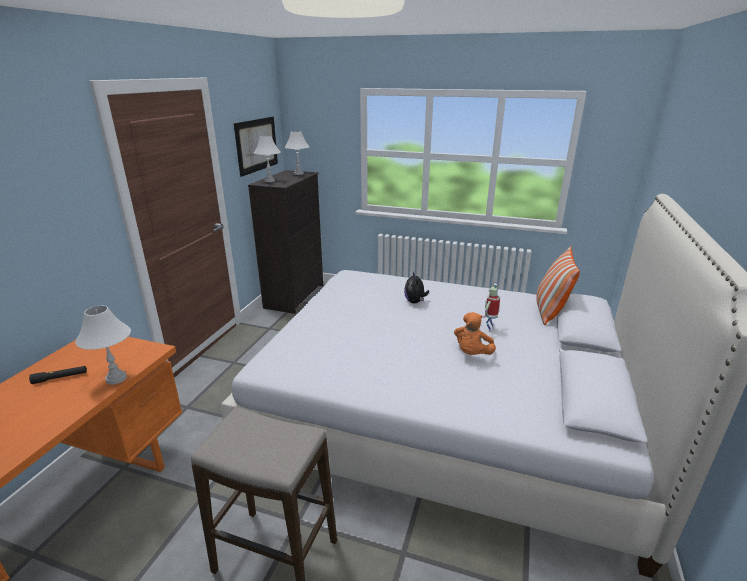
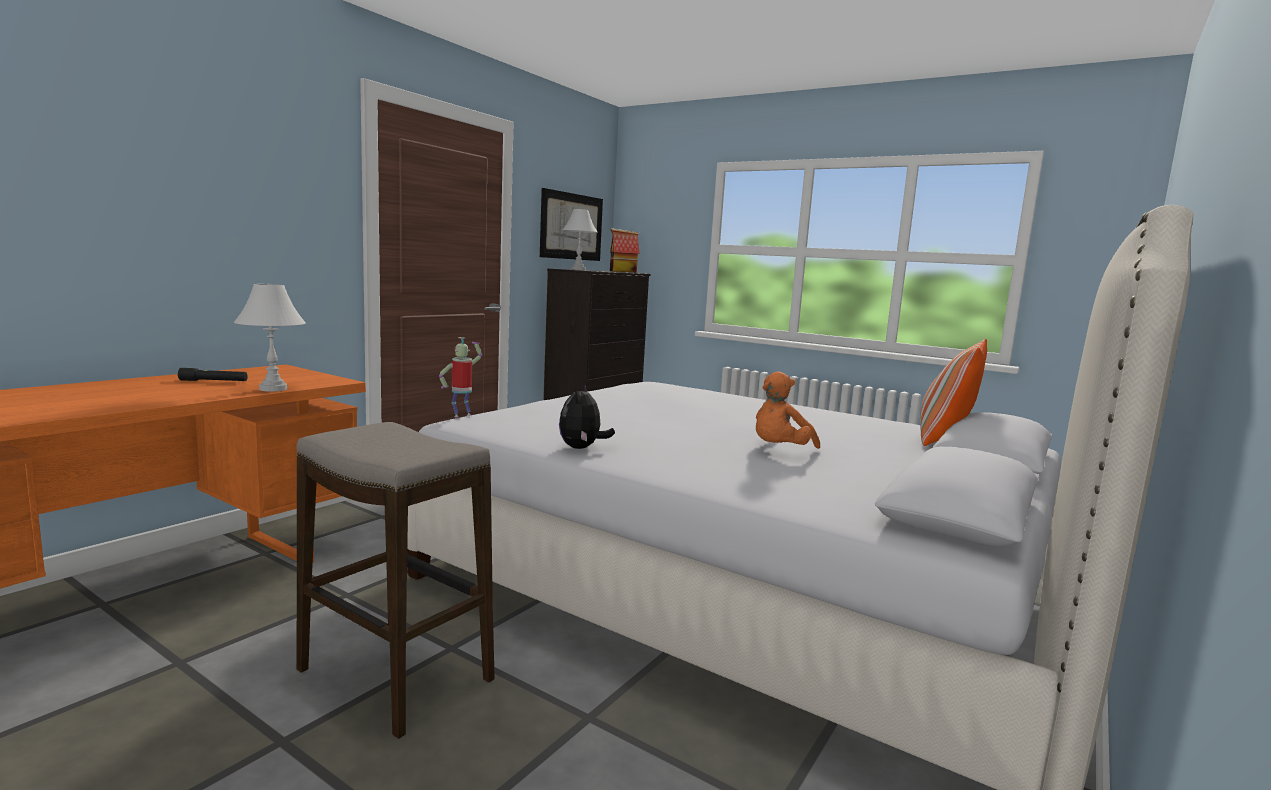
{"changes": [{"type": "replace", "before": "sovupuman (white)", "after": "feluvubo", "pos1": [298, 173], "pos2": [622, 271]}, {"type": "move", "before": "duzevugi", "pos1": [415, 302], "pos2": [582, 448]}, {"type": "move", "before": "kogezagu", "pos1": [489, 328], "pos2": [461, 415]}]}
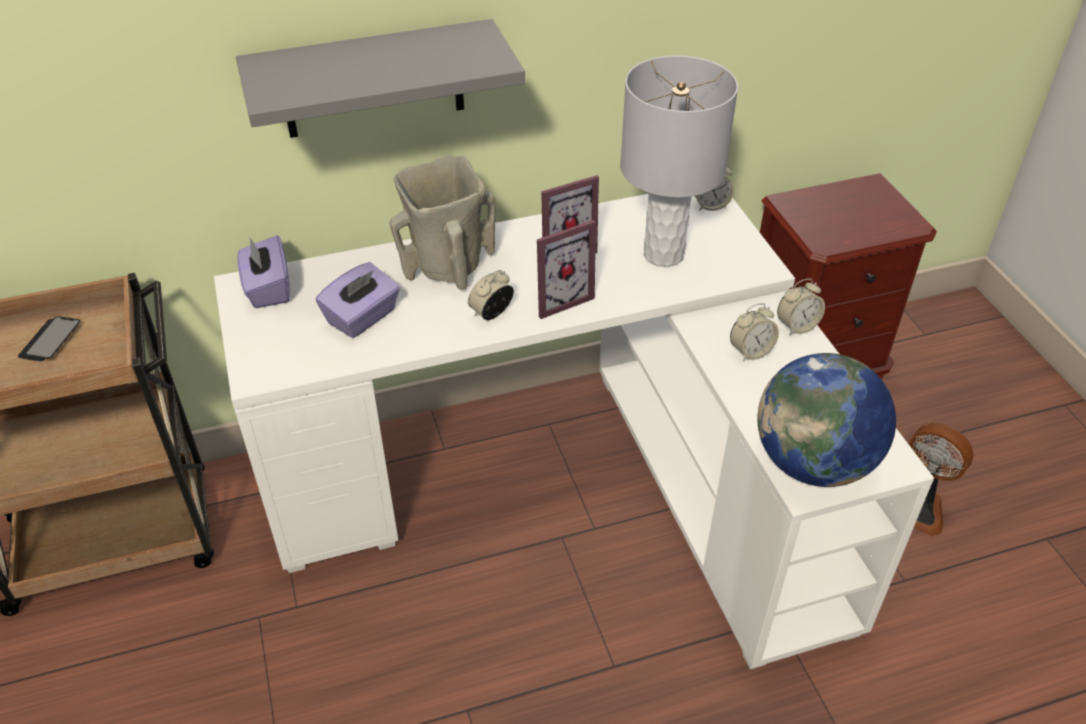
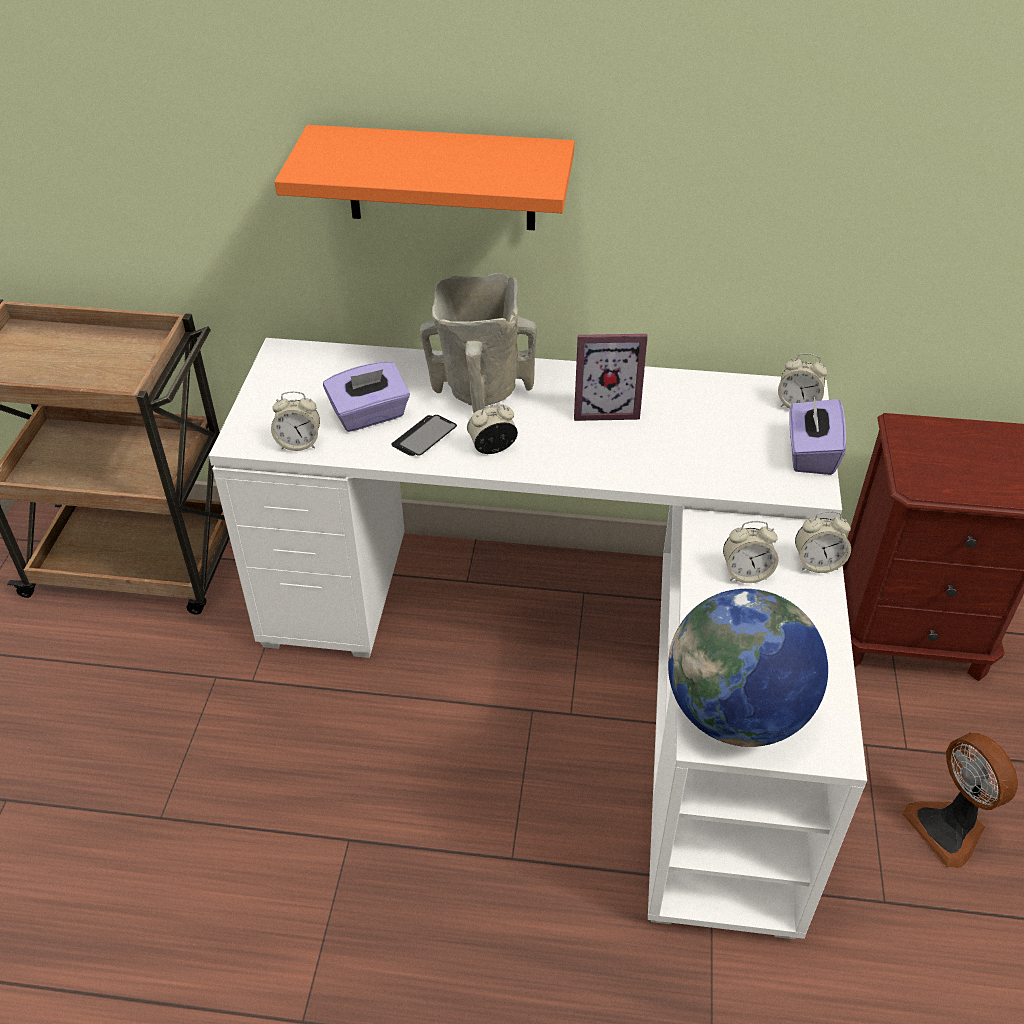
{"changes": [{"type": "recolor", "before": "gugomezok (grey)", "after": "gugomezok (orange)", "pos1": [373, 80], "pos2": [441, 178]}, {"type": "delete", "before": "sovupuman (grey)", "pos1": [663, 254]}, {"type": "delete", "before": "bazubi", "pos1": [558, 298]}, {"type": "move", "before": "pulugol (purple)", "pos1": [268, 289], "pos2": [810, 453]}, {"type": "move", "before": "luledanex", "pos1": [50, 340], "pos2": [424, 437]}, {"type": "insert", "after": "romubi", "pos2": [299, 443]}]}
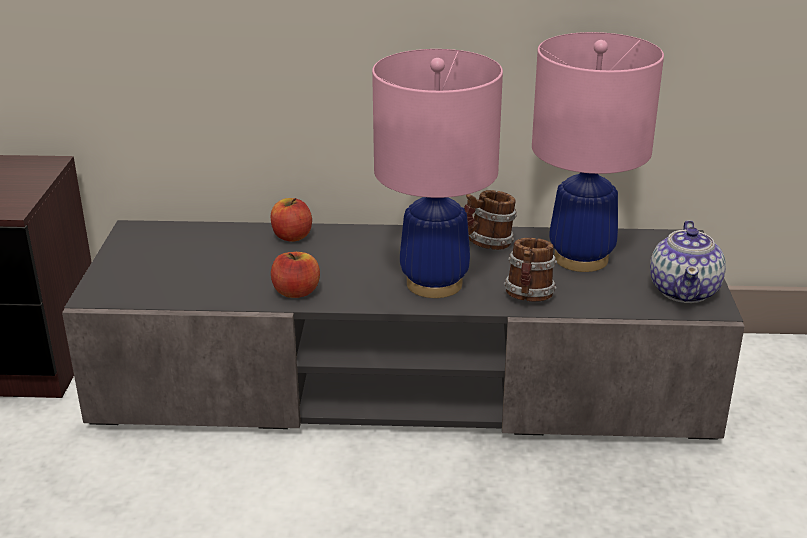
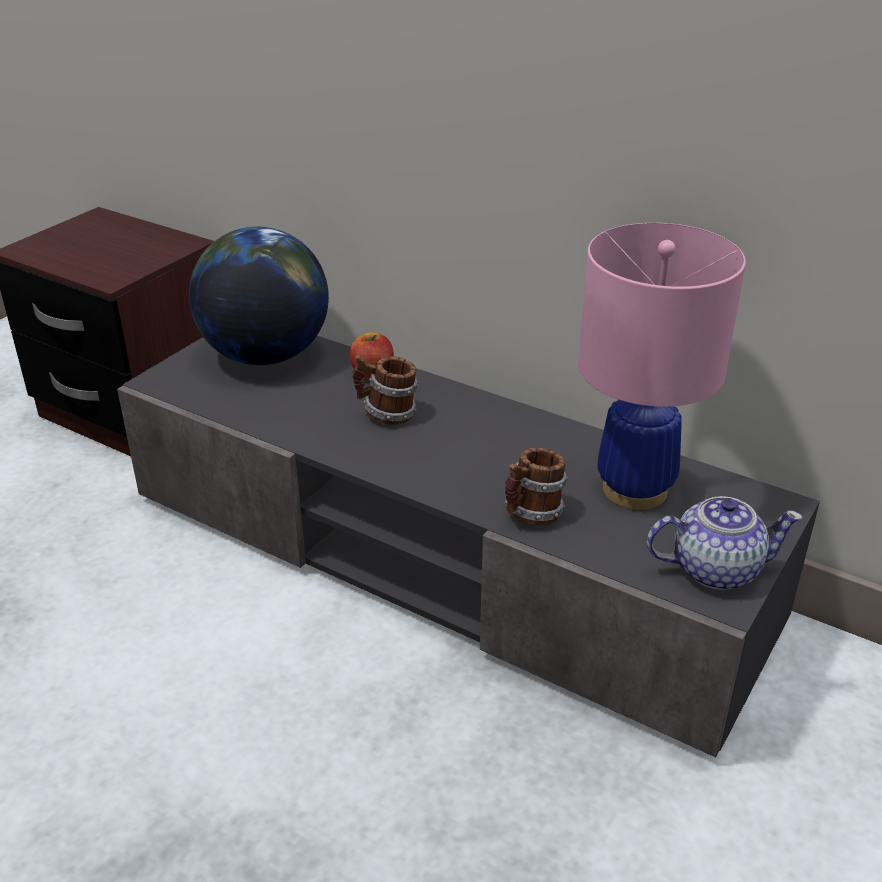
{"changes": [{"type": "delete", "before": "sovupuman (pink)", "pos1": [435, 283]}, {"type": "move", "before": "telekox", "pos1": [488, 244], "pos2": [387, 415]}, {"type": "rotate", "before": "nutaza", "pos1": [684, 290], "pos2": [714, 569], "turn": -135}, {"type": "delete", "before": "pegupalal", "pos1": [296, 292]}, {"type": "insert", "after": "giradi", "pos2": [265, 355]}]}
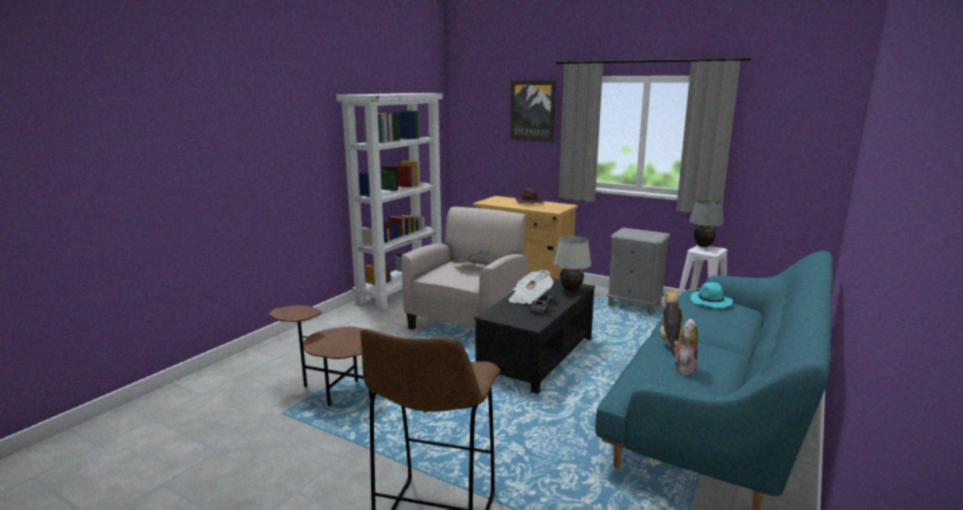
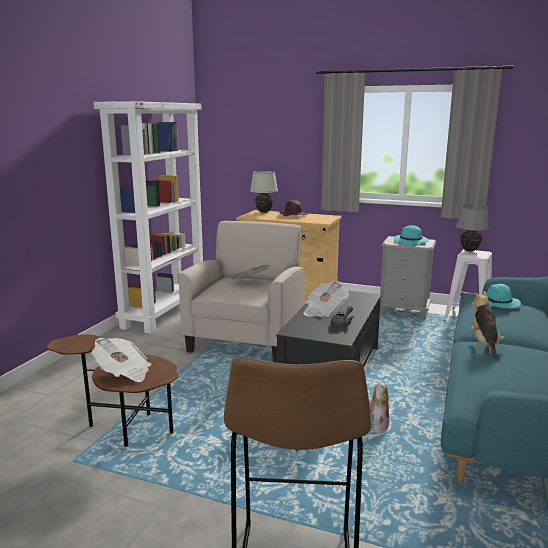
{"changes": [{"type": "delete", "before": "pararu", "pos1": [533, 110]}, {"type": "move", "before": "sovupuman (white)", "pos1": [571, 290], "pos2": [264, 212]}, {"type": "move", "before": "duzevugi", "pos1": [683, 368], "pos2": [377, 425]}, {"type": "insert", "after": "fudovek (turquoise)", "pos2": [411, 241]}, {"type": "insert", "after": "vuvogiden", "pos2": [123, 373]}]}
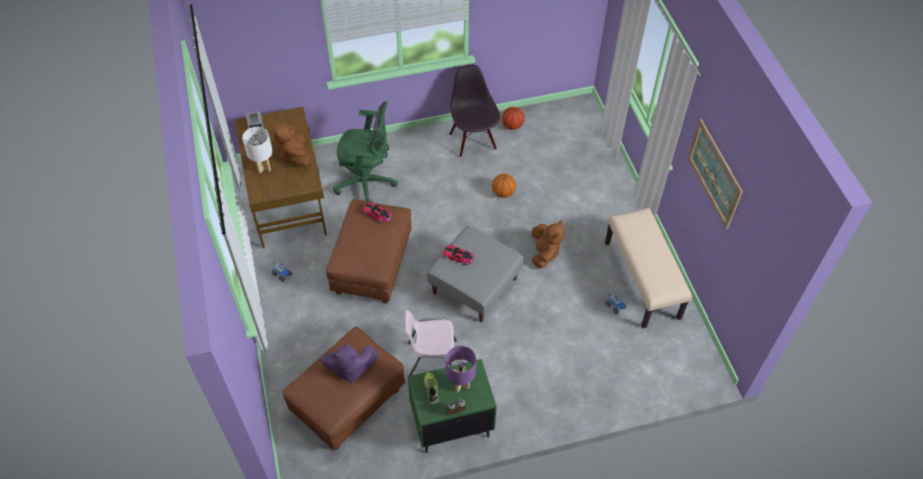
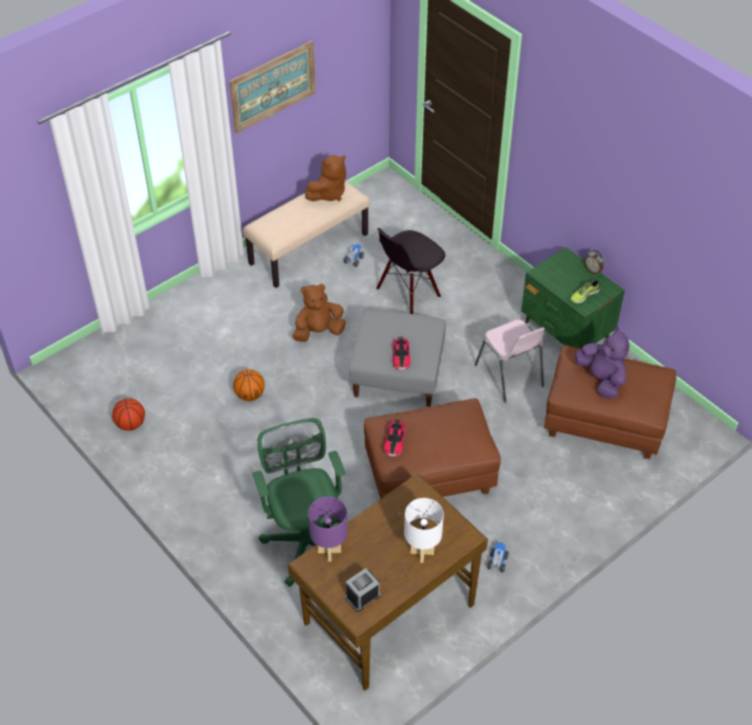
{"changes": [{"type": "move", "before": "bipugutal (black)", "pos1": [473, 141], "pos2": [408, 294]}, {"type": "move", "before": "duzevugi (brown)", "pos1": [295, 155], "pos2": [328, 193]}, {"type": "move", "before": "sovupuman (purple)", "pos1": [461, 385], "pos2": [329, 551]}]}
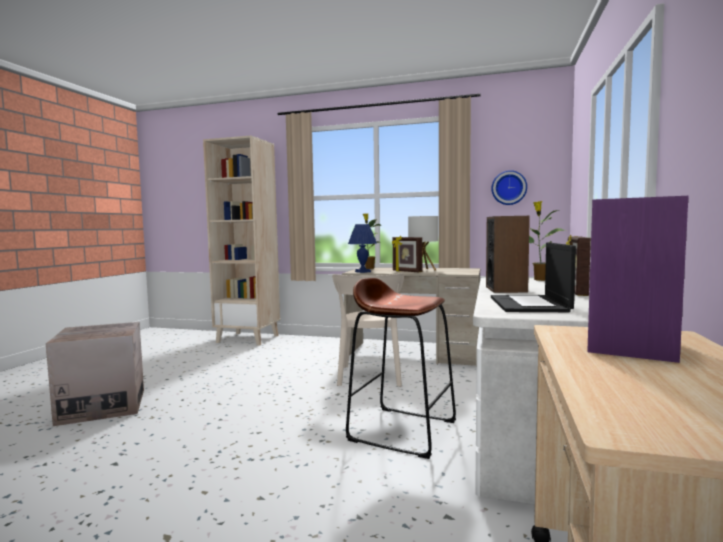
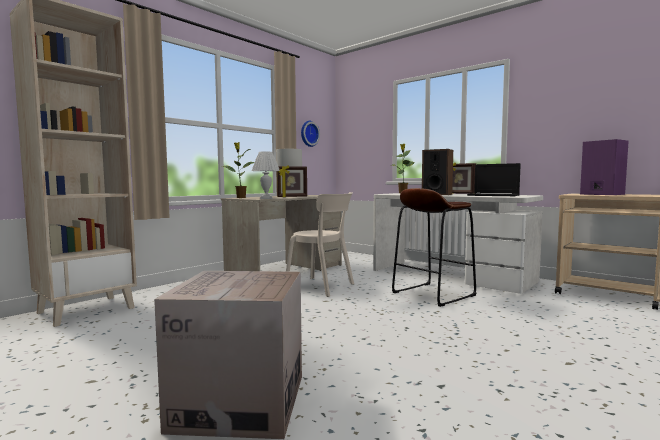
{"changes": [{"type": "recolor", "before": "sovupuman (blue)", "after": "sovupuman (white)", "pos1": [362, 272], "pos2": [266, 198]}]}
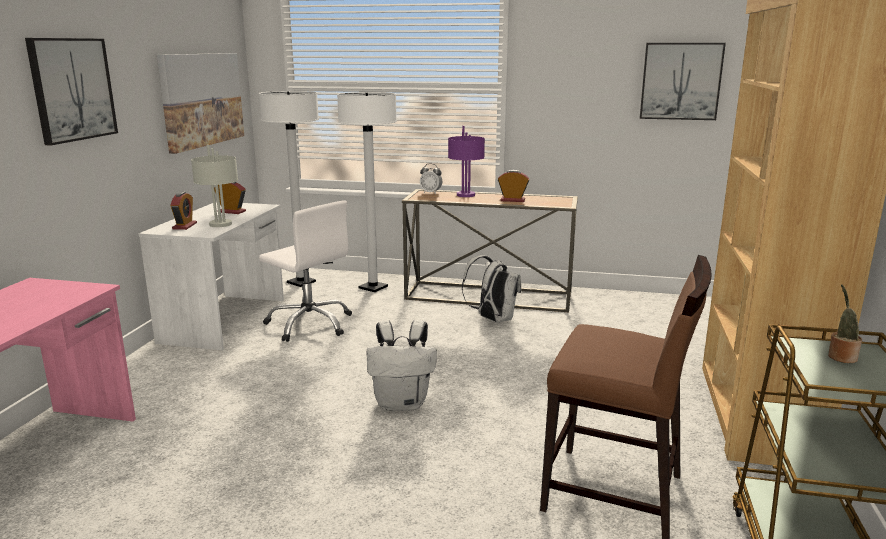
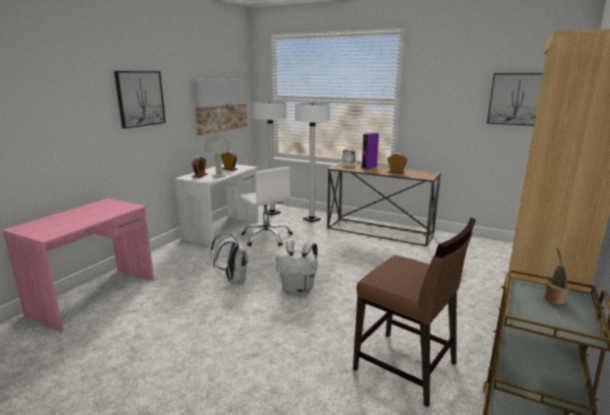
{"changes": [{"type": "replace", "before": "sovupuman (purple)", "after": "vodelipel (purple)", "pos1": [466, 195], "pos2": [369, 167]}, {"type": "move", "before": "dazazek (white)", "pos1": [492, 319], "pos2": [234, 280]}]}
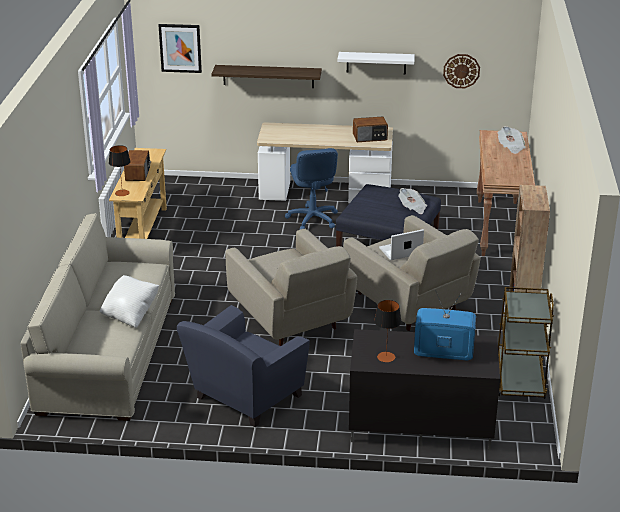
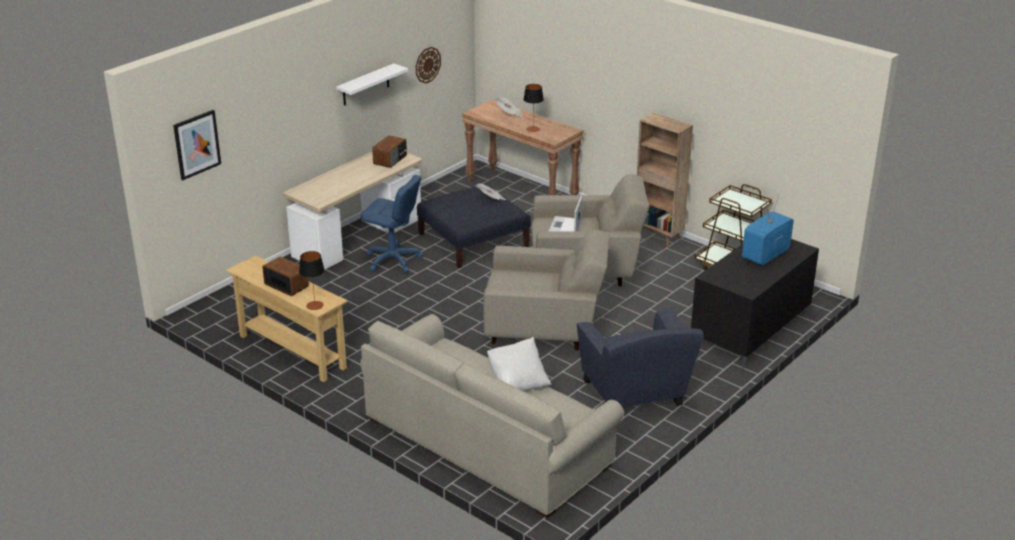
{"changes": [{"type": "delete", "before": "gugomezok", "pos1": [268, 76]}, {"type": "move", "before": "sovupuman", "pos1": [386, 357], "pos2": [533, 129]}]}
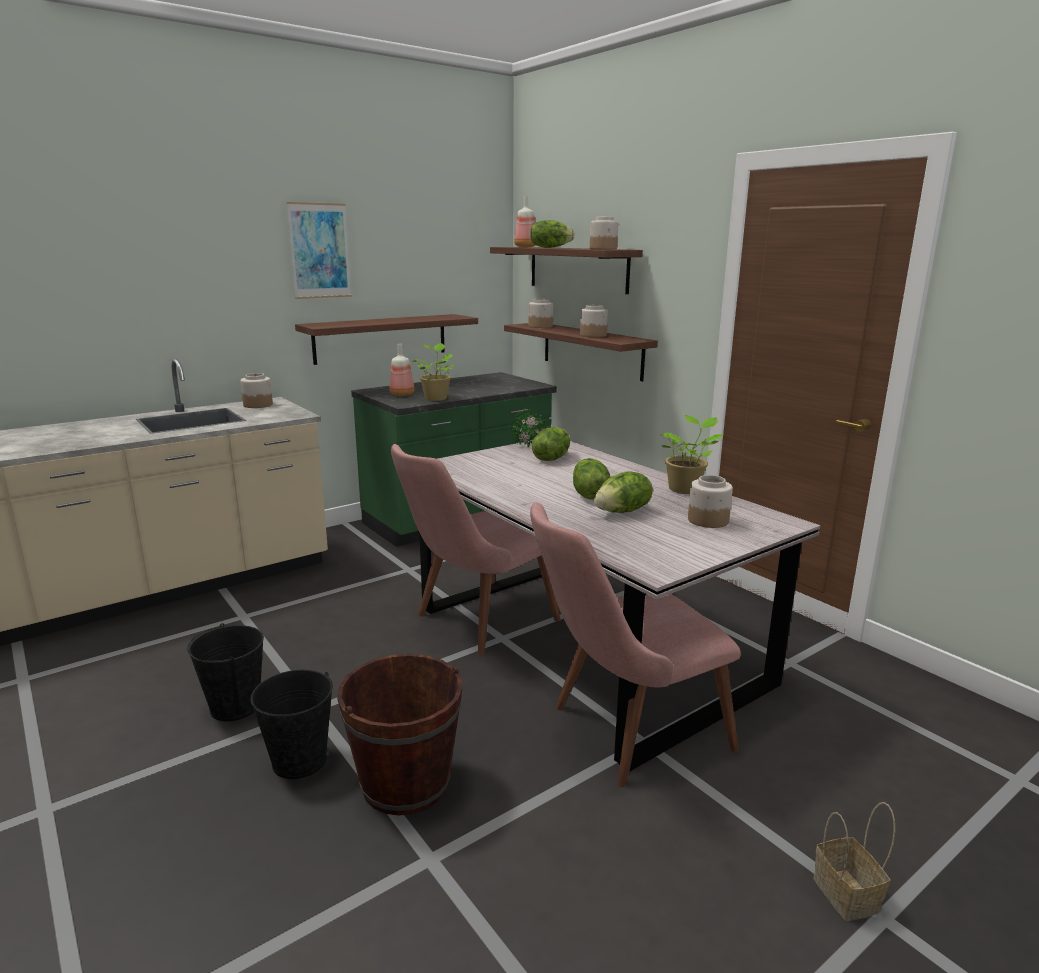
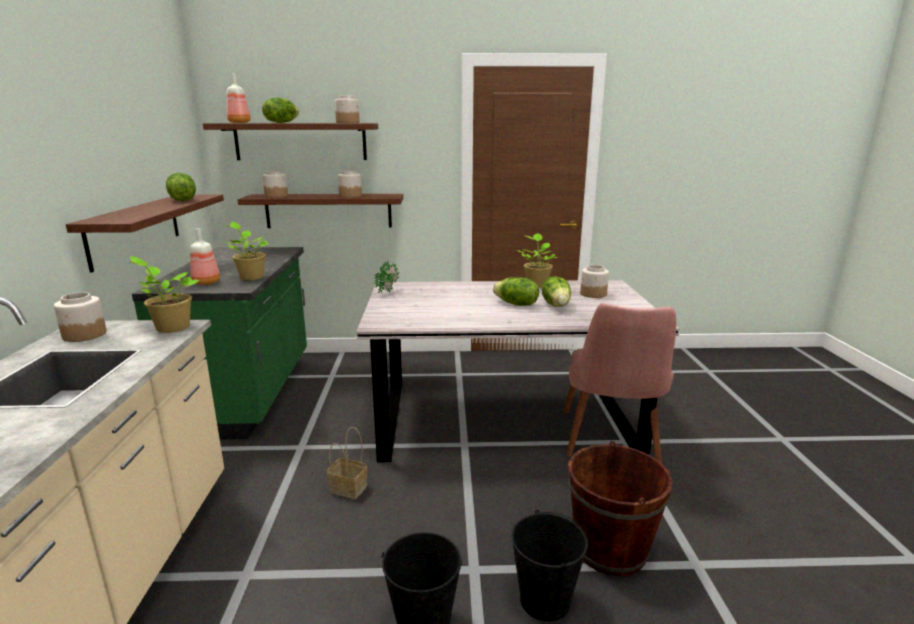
{"changes": [{"type": "delete", "before": "pararu", "pos1": [319, 251]}, {"type": "move", "before": "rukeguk", "pos1": [551, 458], "pos2": [182, 200]}, {"type": "delete", "before": "bipugutal (pink)", "pos1": [474, 623]}, {"type": "move", "before": "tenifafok", "pos1": [848, 896], "pos2": [349, 488]}, {"type": "insert", "after": "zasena", "pos2": [170, 327]}]}
